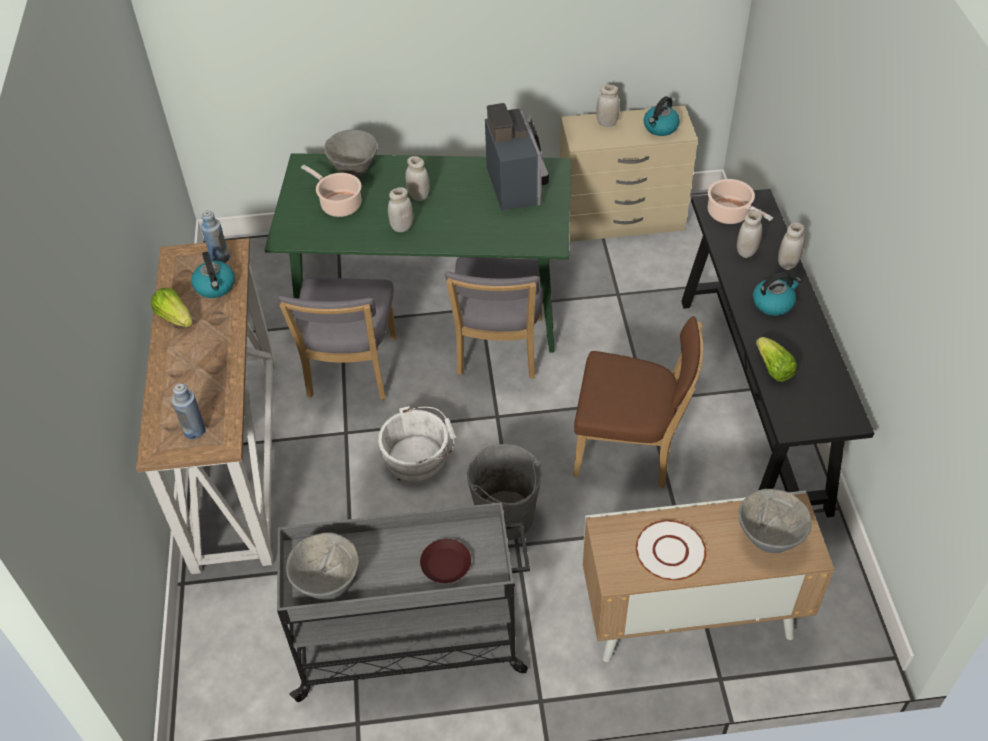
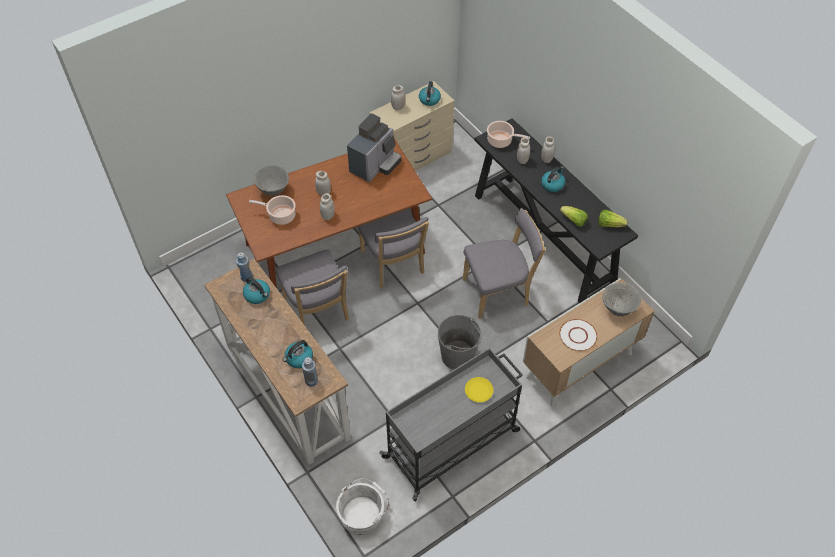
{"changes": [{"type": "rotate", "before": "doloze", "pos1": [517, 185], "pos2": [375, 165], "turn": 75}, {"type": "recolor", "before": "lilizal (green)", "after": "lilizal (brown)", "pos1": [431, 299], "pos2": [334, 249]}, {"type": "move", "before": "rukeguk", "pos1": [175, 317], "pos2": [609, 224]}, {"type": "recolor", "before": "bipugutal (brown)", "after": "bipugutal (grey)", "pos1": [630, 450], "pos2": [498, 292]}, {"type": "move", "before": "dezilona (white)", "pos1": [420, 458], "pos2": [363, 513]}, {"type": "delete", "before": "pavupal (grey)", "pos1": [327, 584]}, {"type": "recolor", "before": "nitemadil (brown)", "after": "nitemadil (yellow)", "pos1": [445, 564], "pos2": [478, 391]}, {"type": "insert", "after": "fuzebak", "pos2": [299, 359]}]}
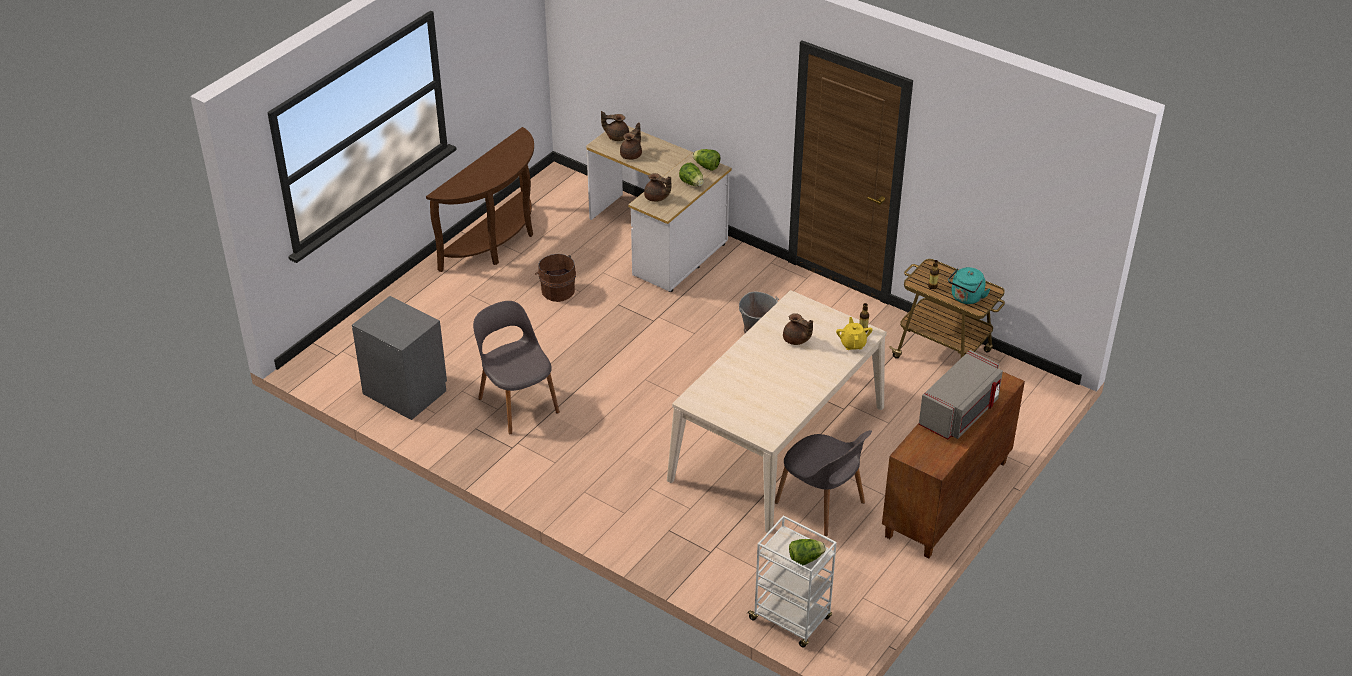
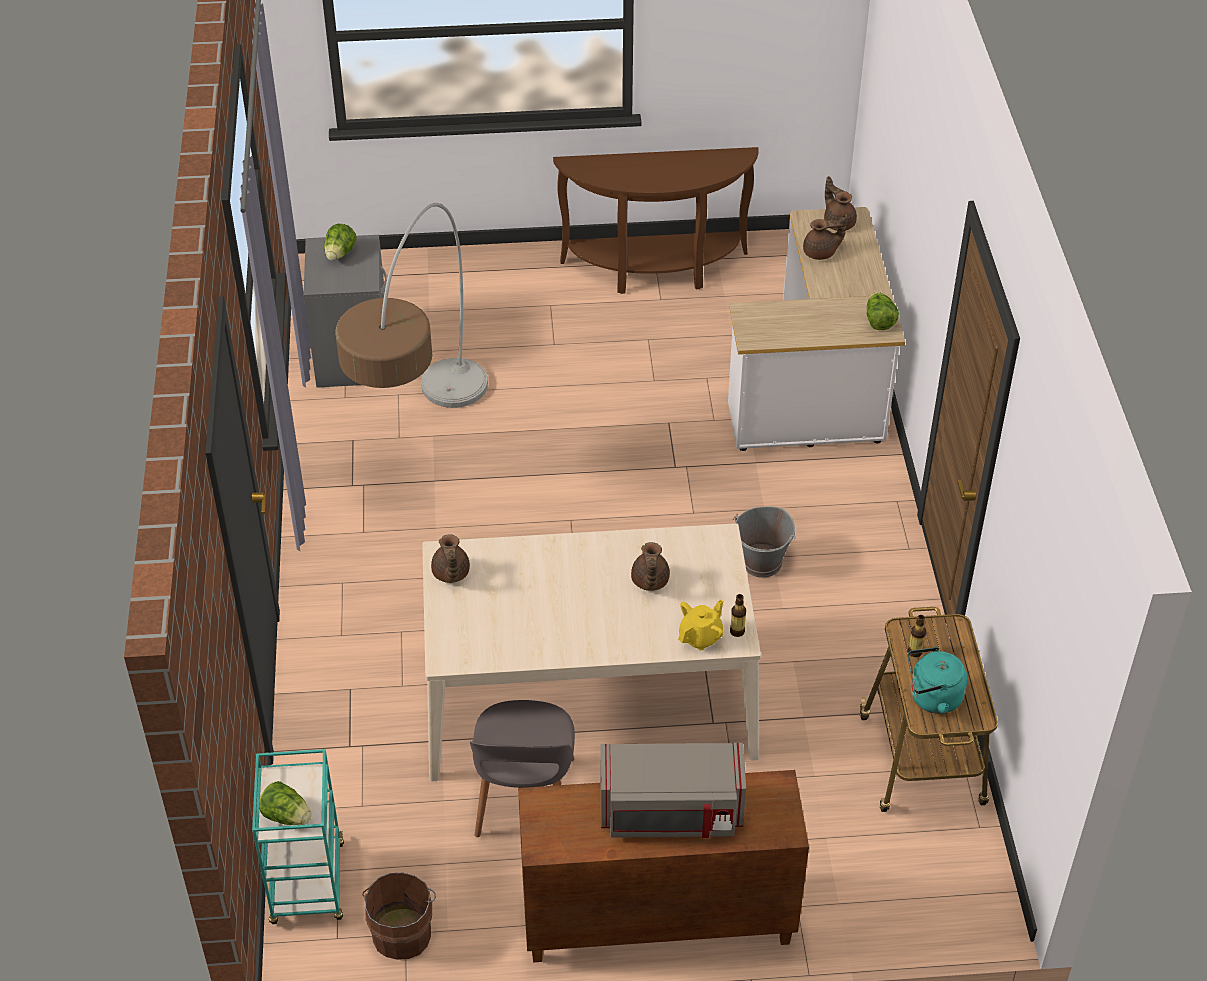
{"changes": [{"type": "move", "before": "rukeguk", "pos1": [692, 183], "pos2": [340, 254]}, {"type": "move", "before": "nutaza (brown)", "pos1": [656, 198], "pos2": [450, 574]}, {"type": "move", "before": "dezilona (brown)", "pos1": [557, 290], "pos2": [402, 931]}, {"type": "replace", "before": "bipugutal (grey)", "after": "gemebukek", "pos1": [518, 403], "pos2": [423, 447]}, {"type": "recolor", "before": "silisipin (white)", "after": "silisipin (turquoise)", "pos1": [791, 619], "pos2": [308, 885]}]}
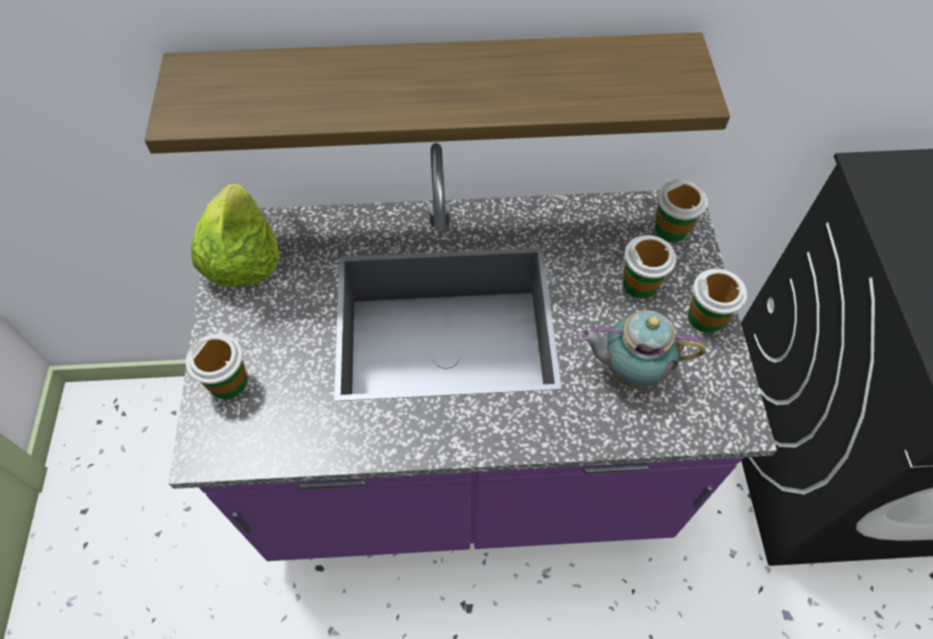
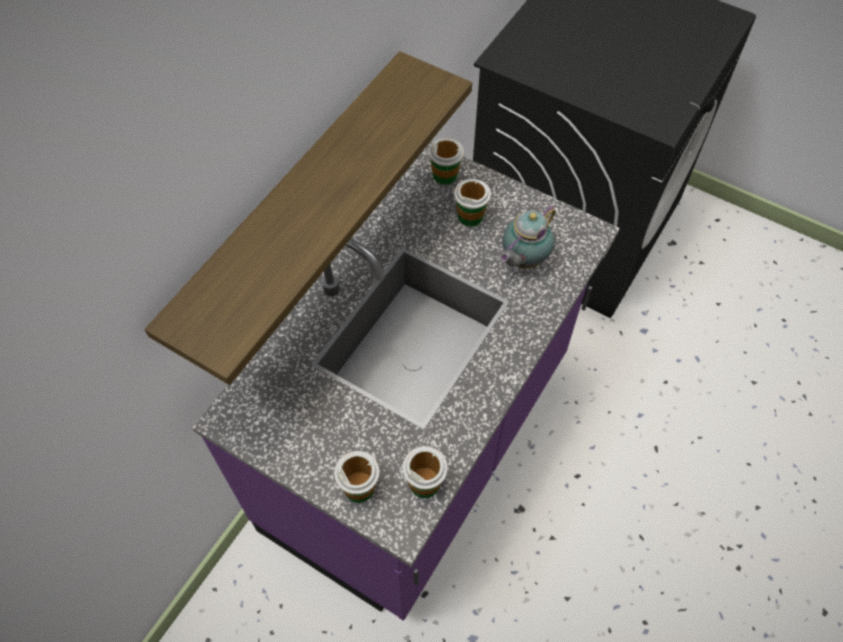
{"changes": [{"type": "delete", "before": "rukeguk", "pos1": [241, 257]}, {"type": "move", "before": "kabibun", "pos1": [706, 317], "pos2": [424, 483]}]}
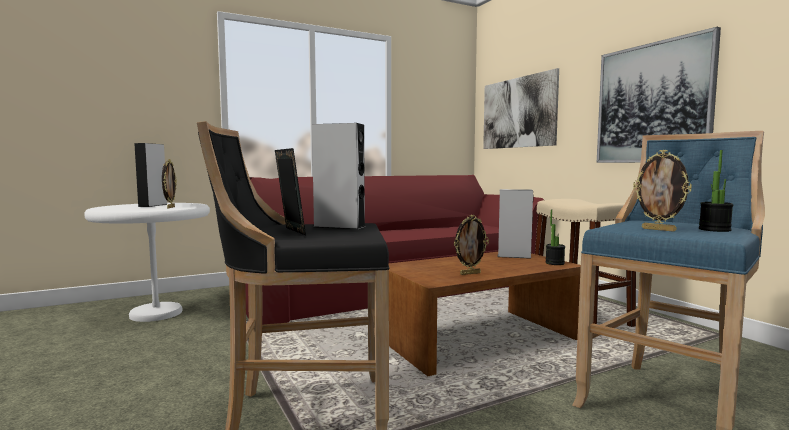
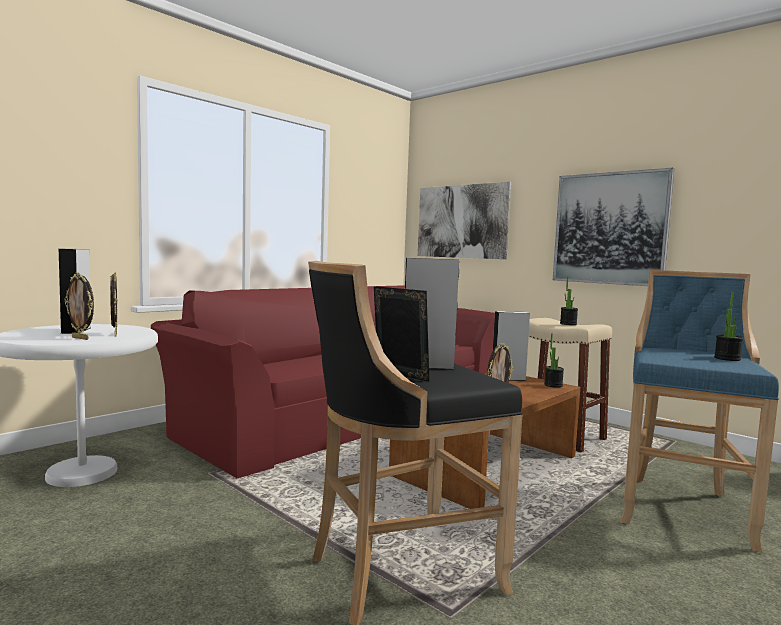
{"changes": [{"type": "move", "before": "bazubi", "pos1": [659, 229], "pos2": [81, 338]}, {"type": "insert", "after": "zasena", "pos2": [568, 324]}]}
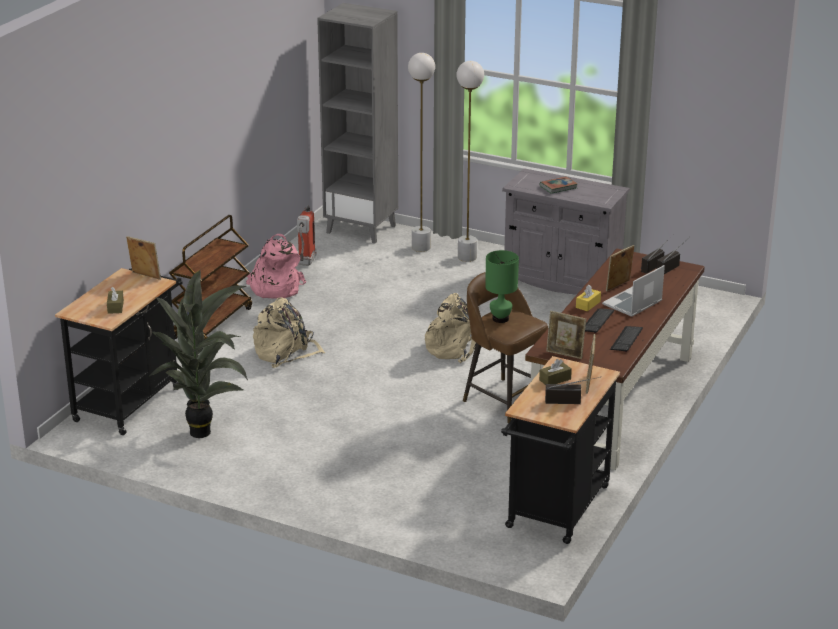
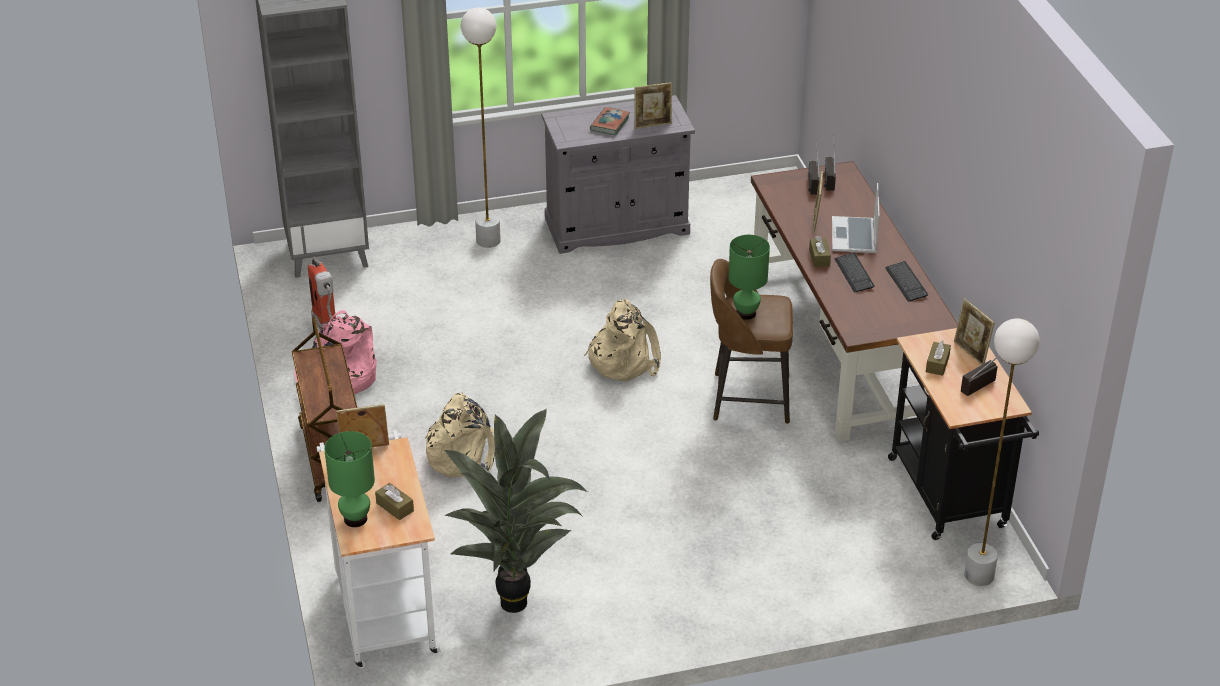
{"changes": [{"type": "move", "before": "gemebukek (white)", "pos1": [421, 247], "pos2": [979, 575]}, {"type": "recolor", "before": "silisipin (black)", "after": "silisipin (white)", "pos1": [131, 401], "pos2": [384, 606]}, {"type": "recolor", "before": "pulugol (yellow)", "after": "pulugol (brown)", "pos1": [588, 304], "pos2": [819, 257]}, {"type": "move", "before": "bazubi", "pos1": [565, 354], "pos2": [652, 125]}, {"type": "insert", "after": "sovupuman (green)", "pos2": [356, 518]}]}
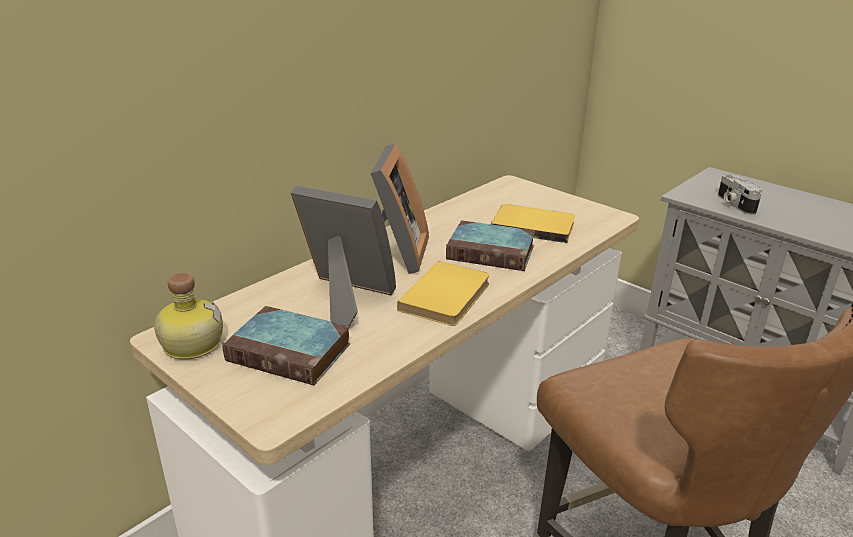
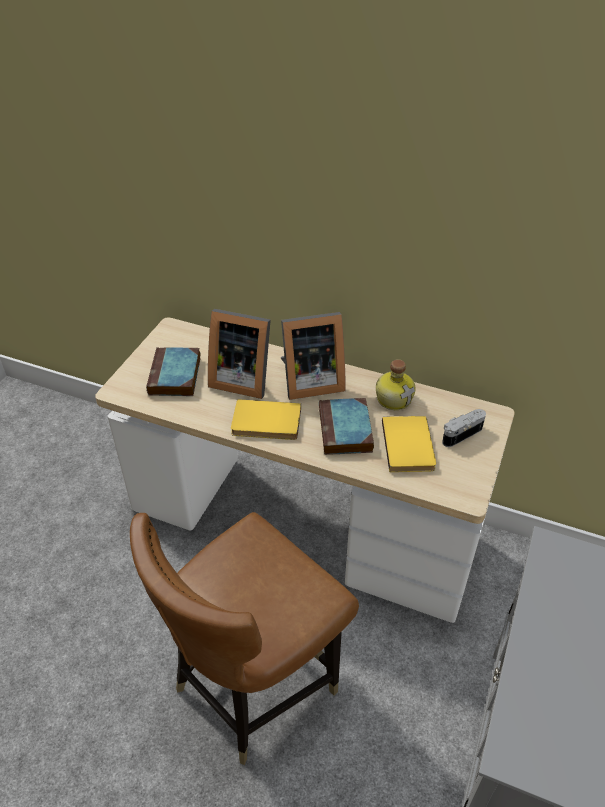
{"changes": [{"type": "move", "before": "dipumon", "pos1": [733, 204], "pos2": [460, 433]}, {"type": "rotate", "before": "bazubi", "pos1": [346, 299], "pos2": [241, 378], "turn": 105}, {"type": "move", "before": "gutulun", "pos1": [191, 344], "pos2": [394, 398]}]}
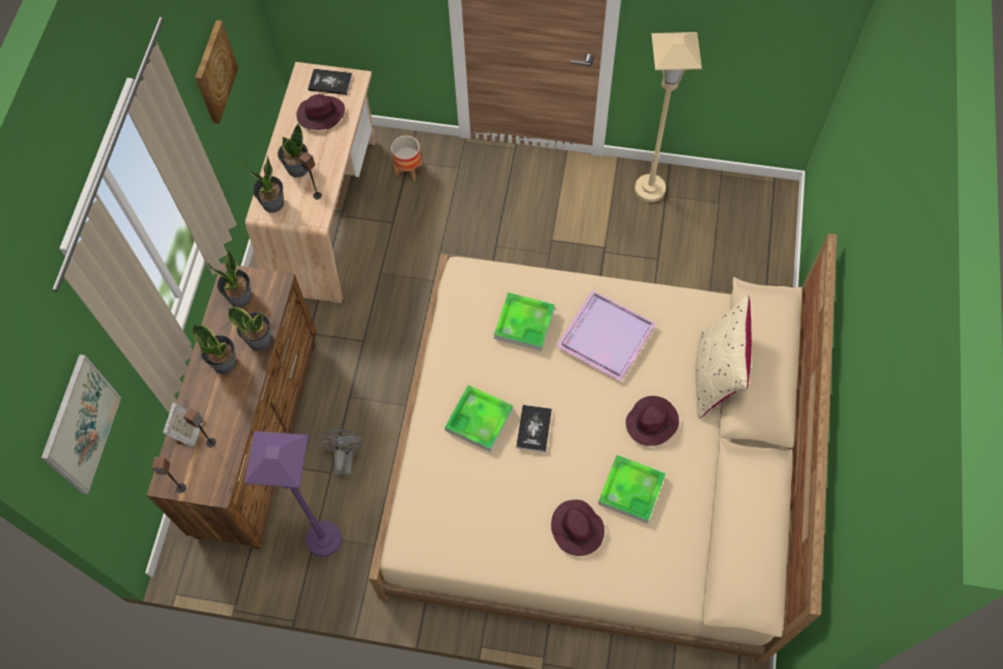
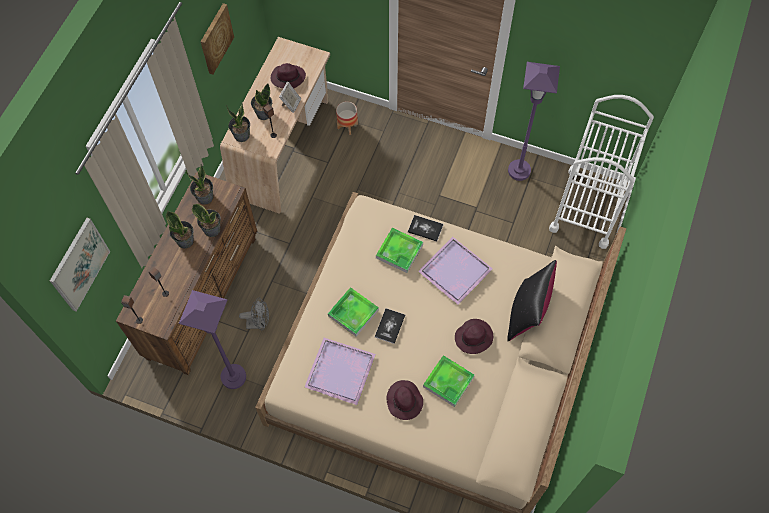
{"changes": [{"type": "recolor", "before": "gemebukek (beige)", "after": "gemebukek (purple)", "pos1": [649, 189], "pos2": [519, 171]}, {"type": "move", "before": "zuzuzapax", "pos1": [330, 82], "pos2": [425, 228]}, {"type": "recolor", "before": "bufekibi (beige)", "after": "bufekibi (black)", "pos1": [715, 375], "pos2": [527, 313]}, {"type": "move", "before": "bazubi", "pos1": [188, 432], "pos2": [291, 104]}, {"type": "rotate", "before": "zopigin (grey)", "pos1": [344, 458], "pos2": [259, 323], "turn": 75}, {"type": "insert", "after": "silisipin (white)", "pos2": [587, 208]}, {"type": "insert", "after": "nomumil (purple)", "pos2": [339, 372]}]}
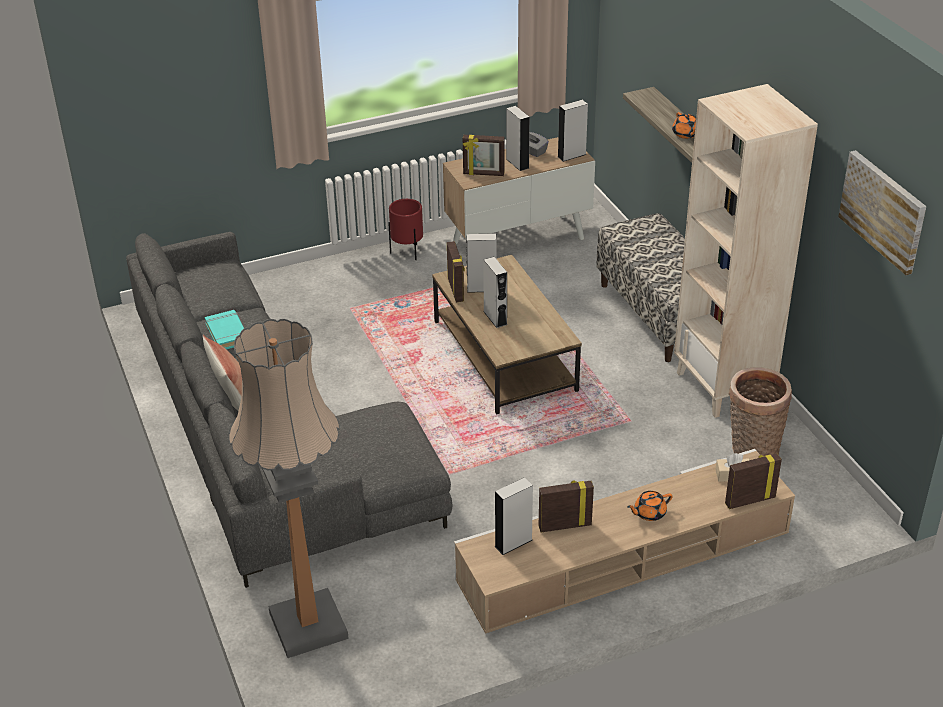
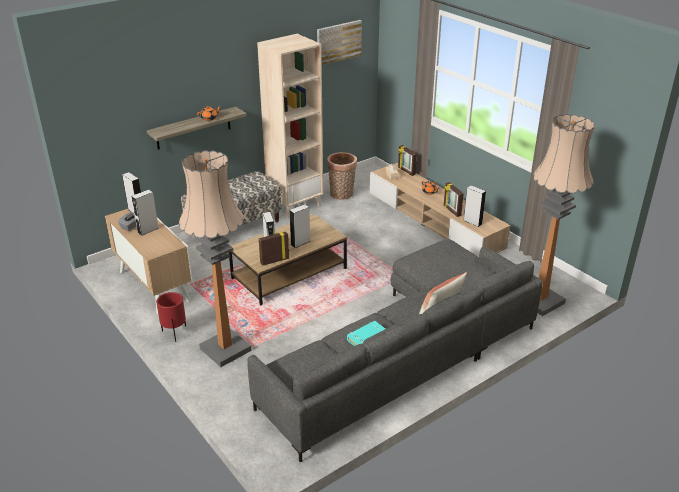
{"changes": [{"type": "delete", "before": "bazubi", "pos1": [483, 174]}, {"type": "insert", "after": "gemebukek", "pos2": [225, 349]}]}
